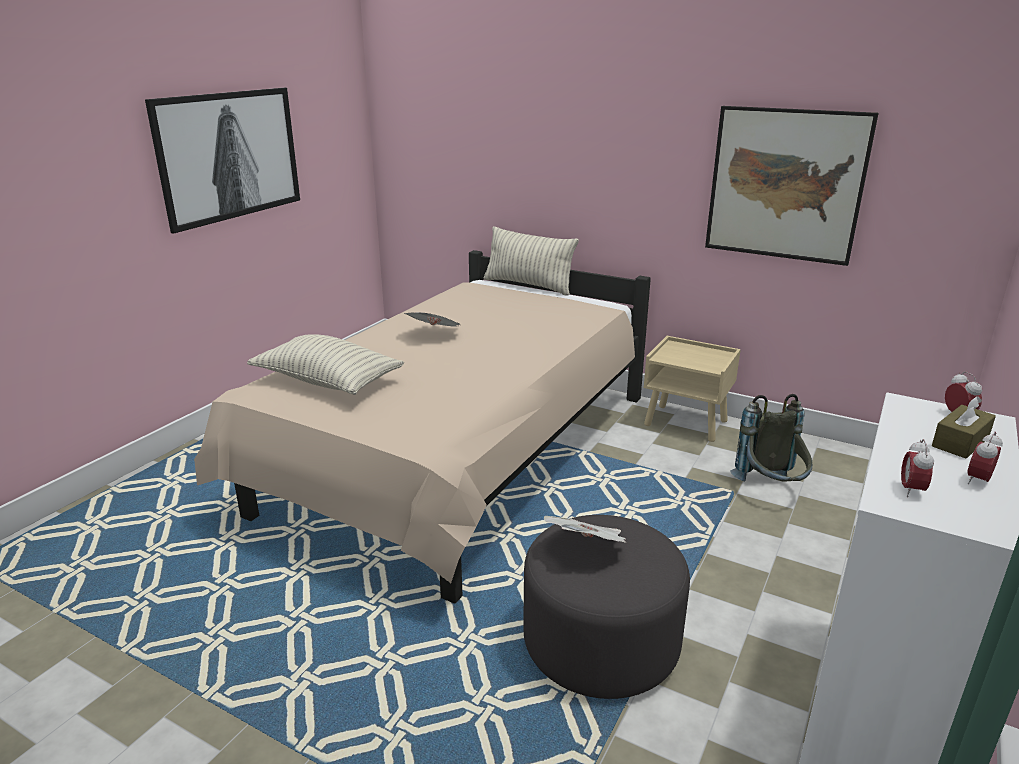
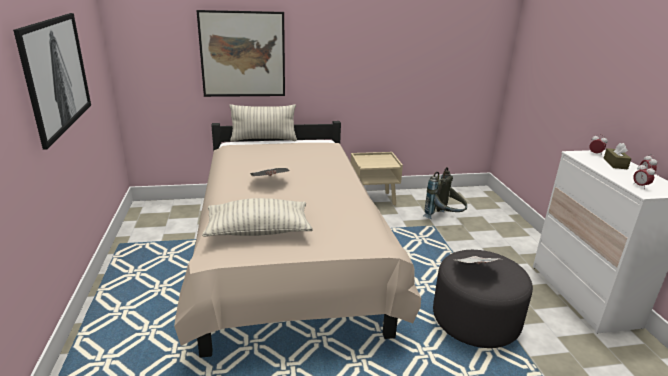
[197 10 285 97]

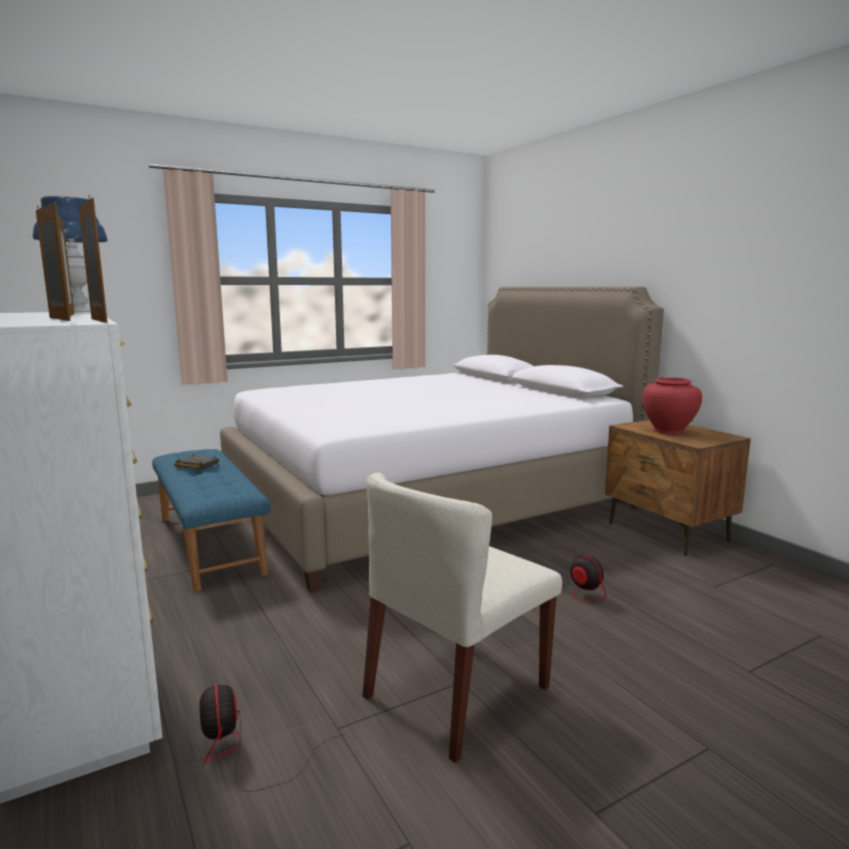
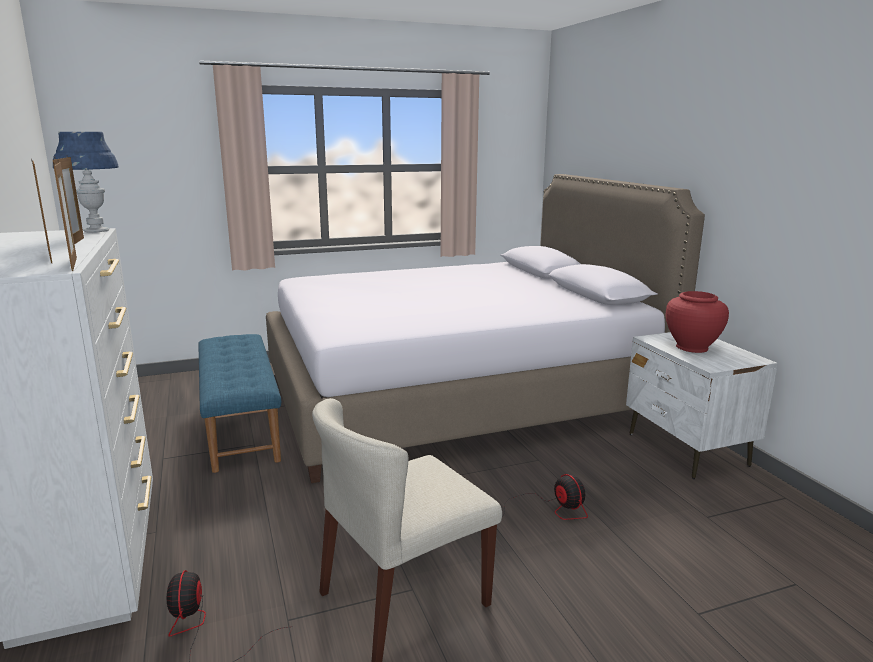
[626 332 778 479]
[174 454 219 470] (first image)

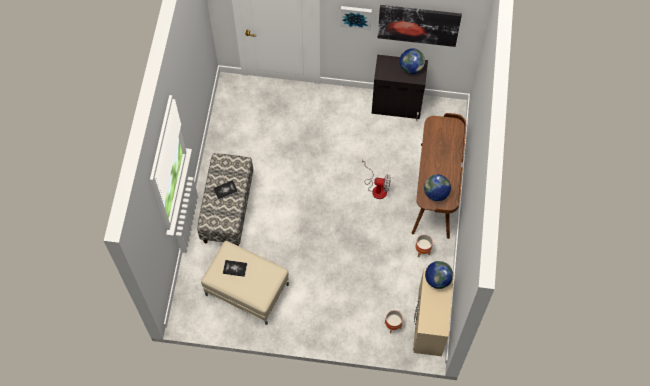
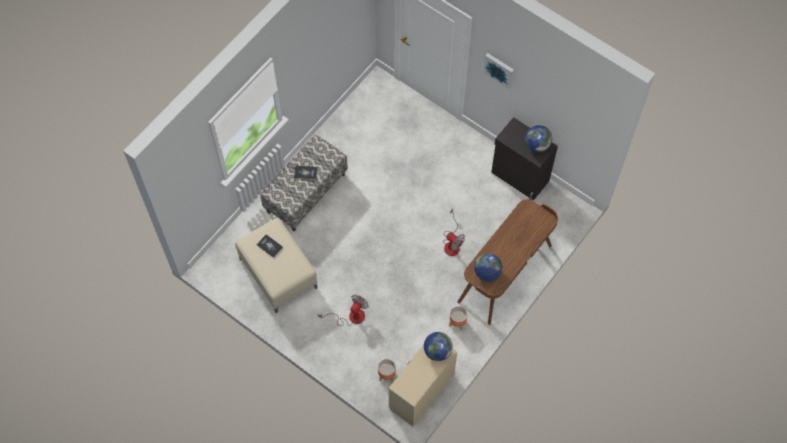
[318 295 369 326]
[377 5 462 47] (first image)

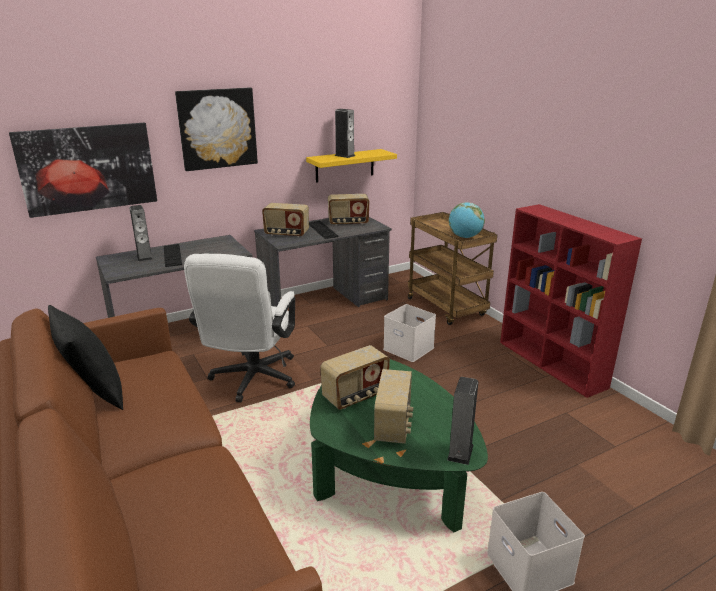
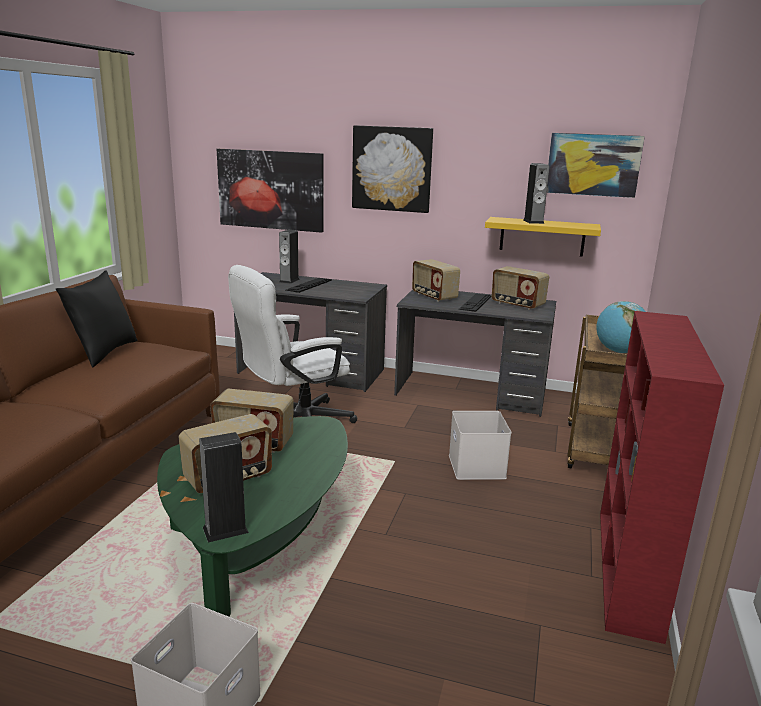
[547 133 645 198]

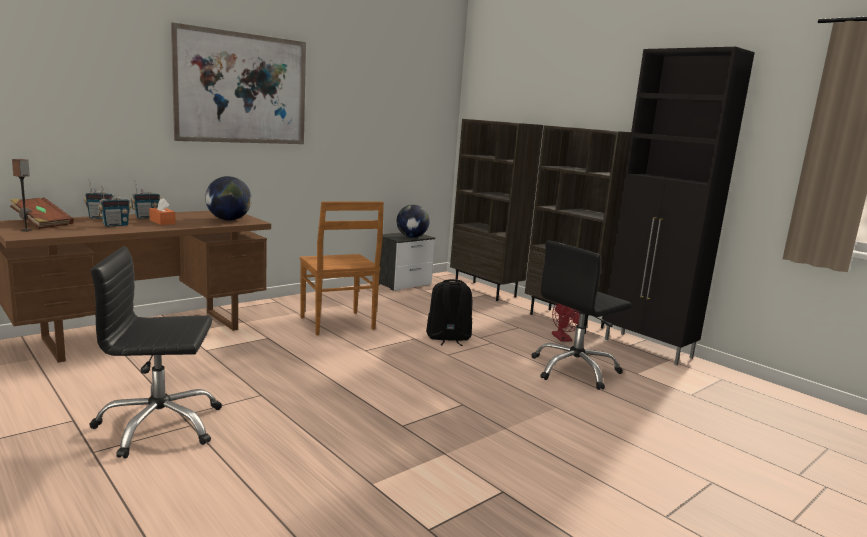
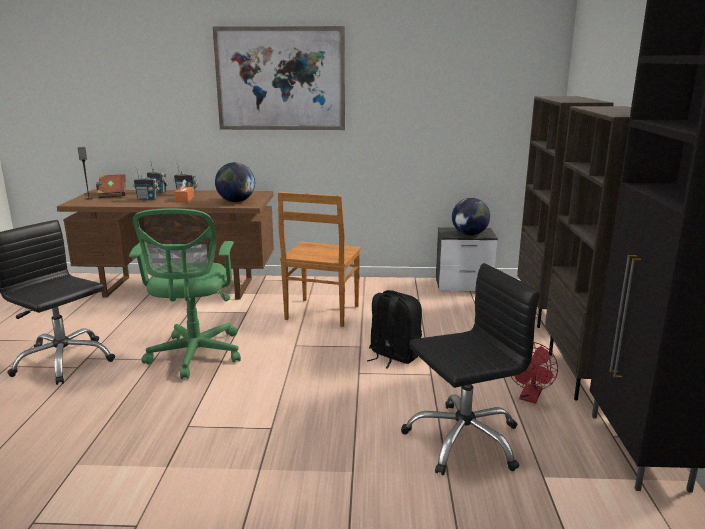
[129 208 241 379]
[401 263 540 475]

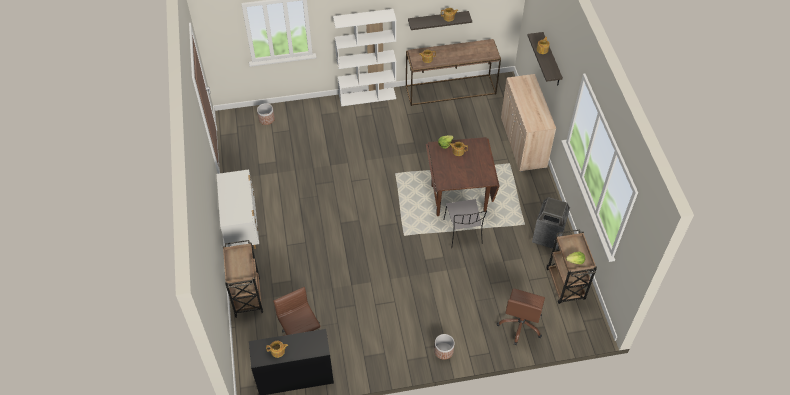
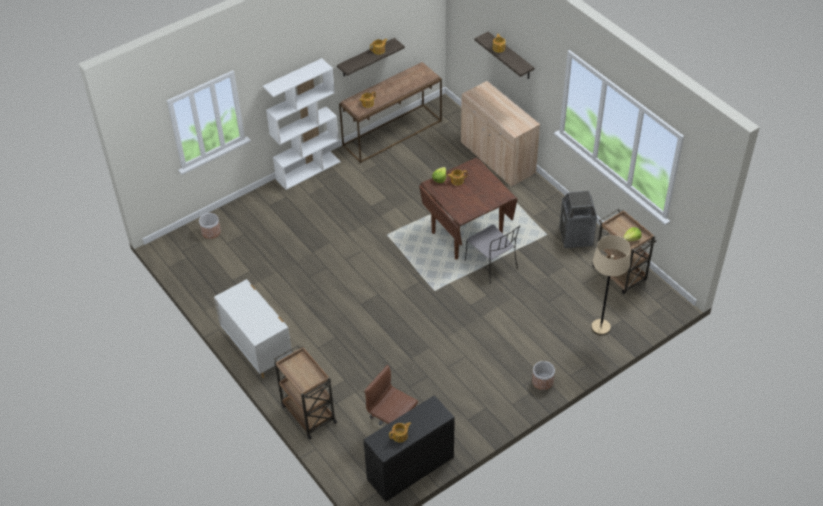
[591 235 630 336]

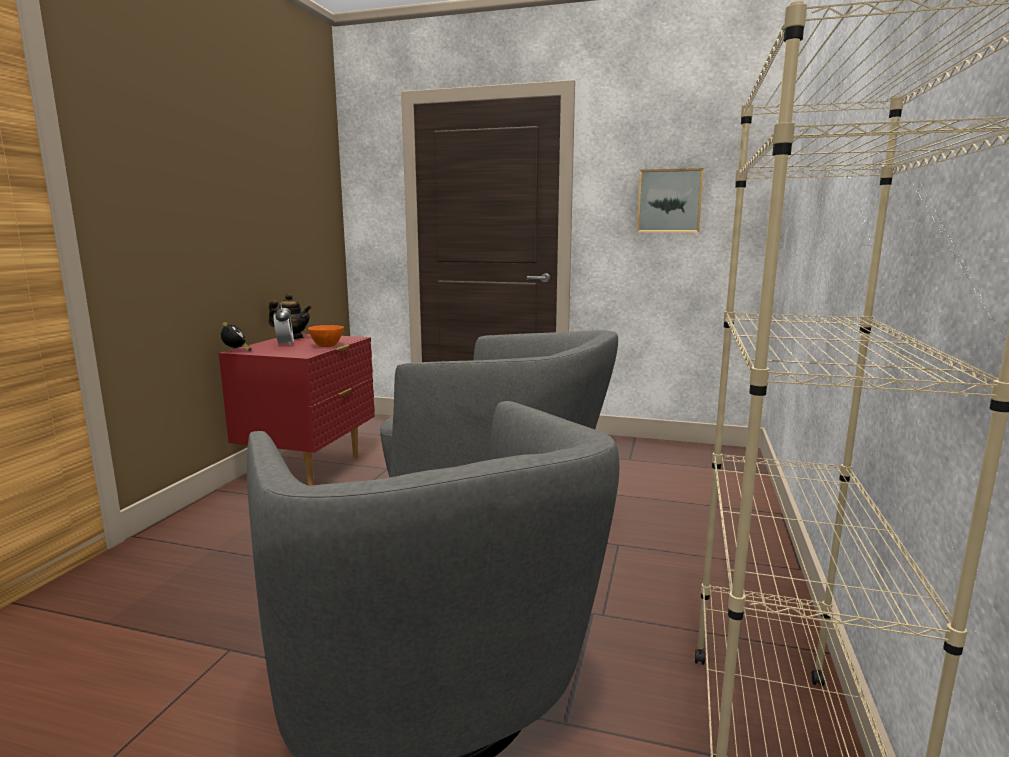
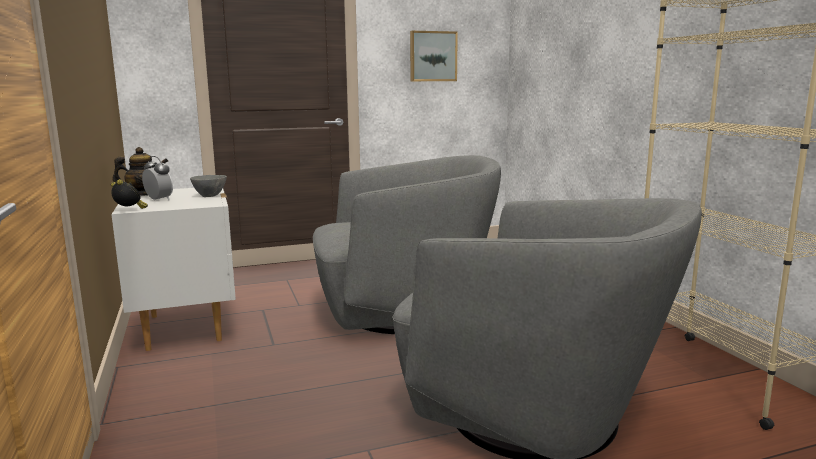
[111 188 236 351]
[190 175 227 197]

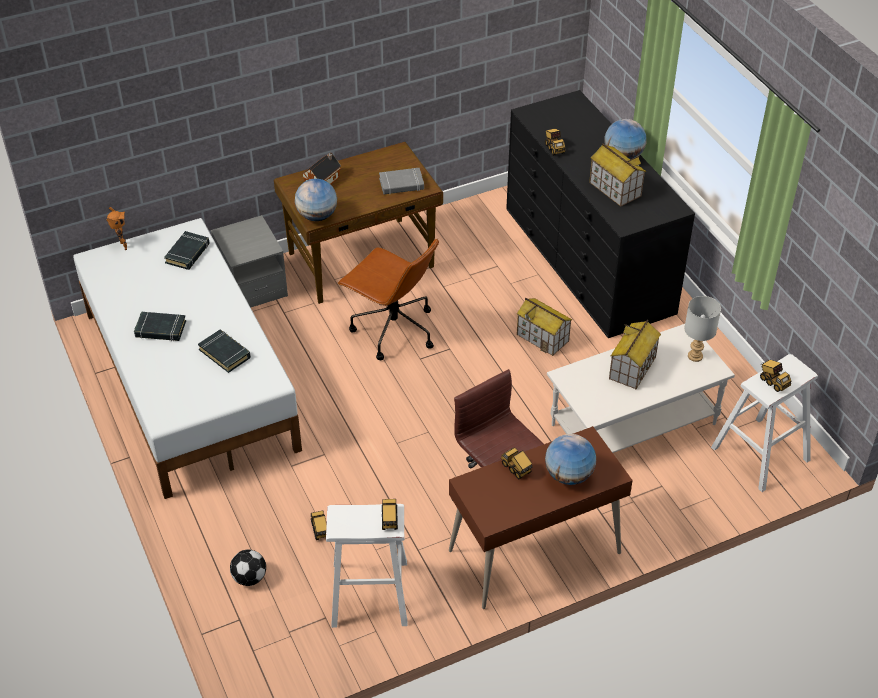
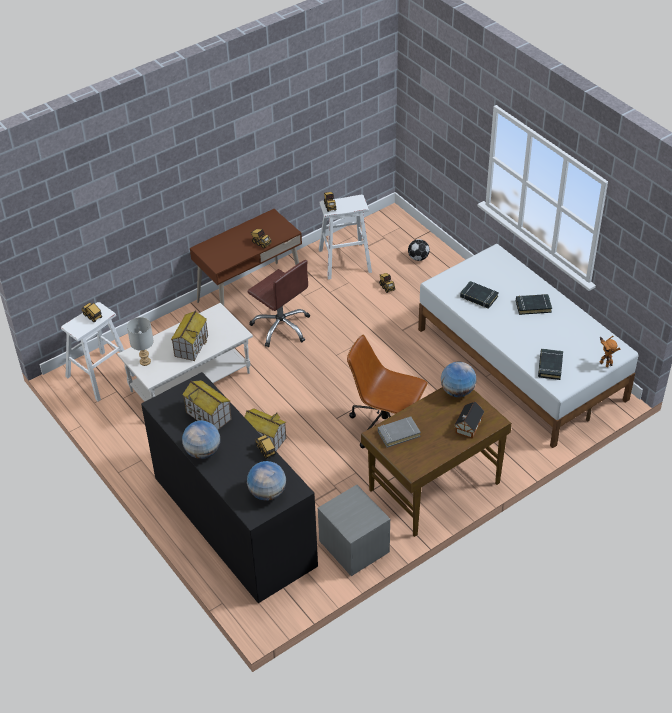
[247 461 286 501]
[318 485 390 576]

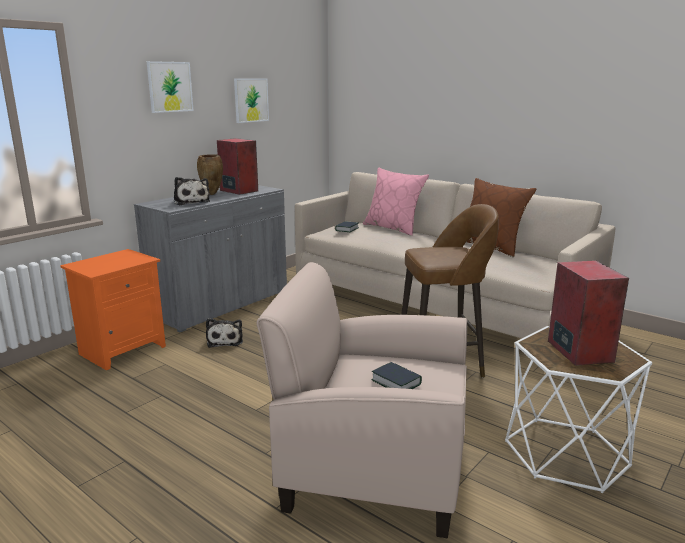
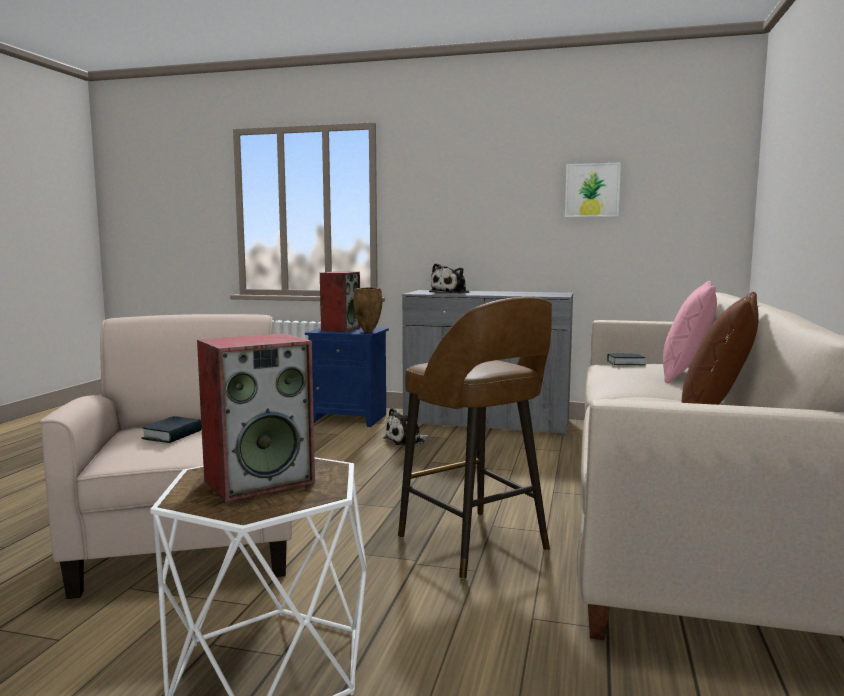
[305 328 389 427]
[320 271 361 332]
[353 287 383 333]
[147 61 194 113] (first image)

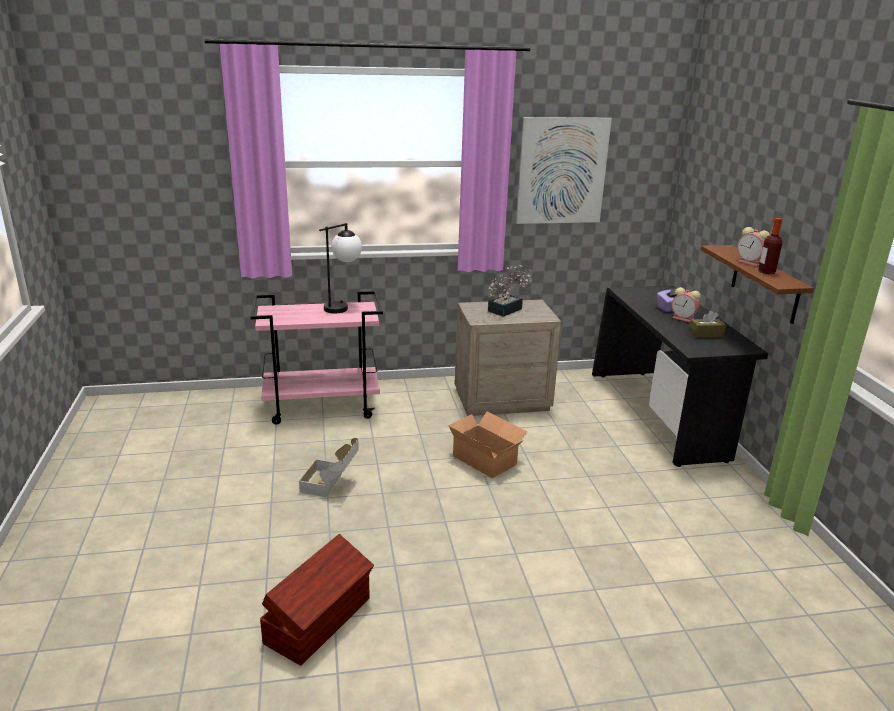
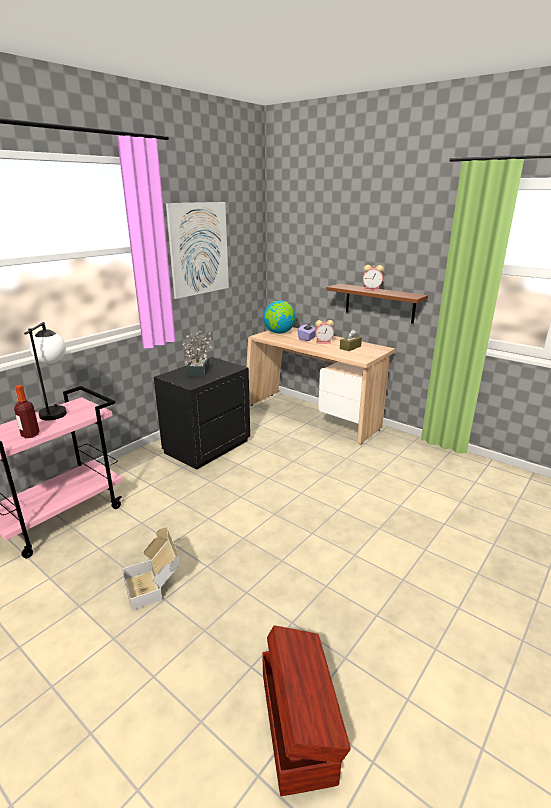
[14 385 40 438]
[154 357 250 469]
[246 327 395 444]
[263 300 296 334]
[448 412 527 478] (first image)

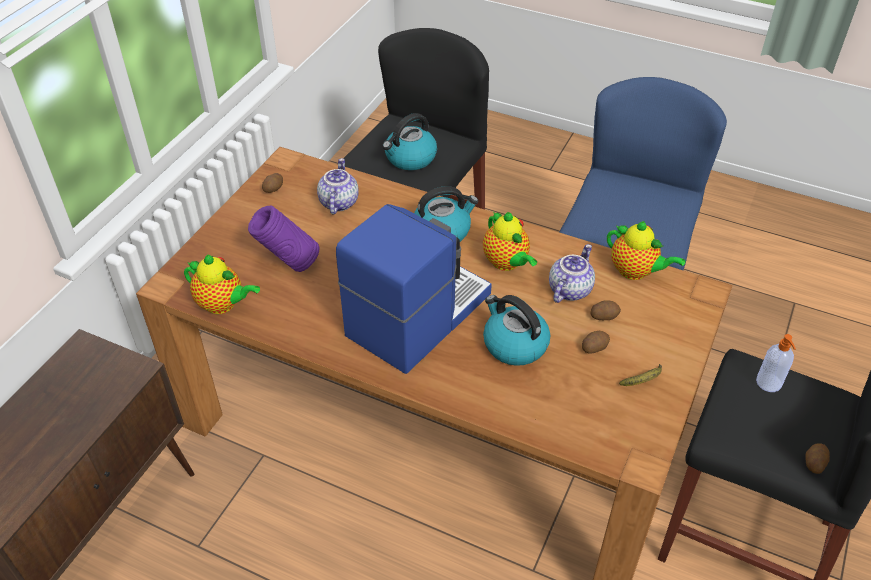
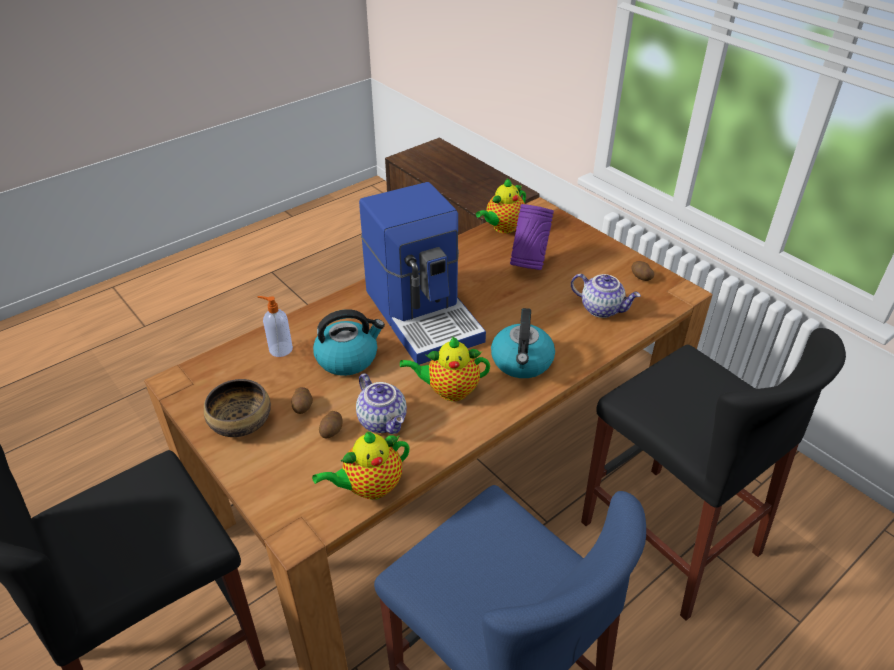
[204 379 271 437]
[258 296 293 357]
[382 113 437 170] (first image)
[805 443 830 474] (first image)

